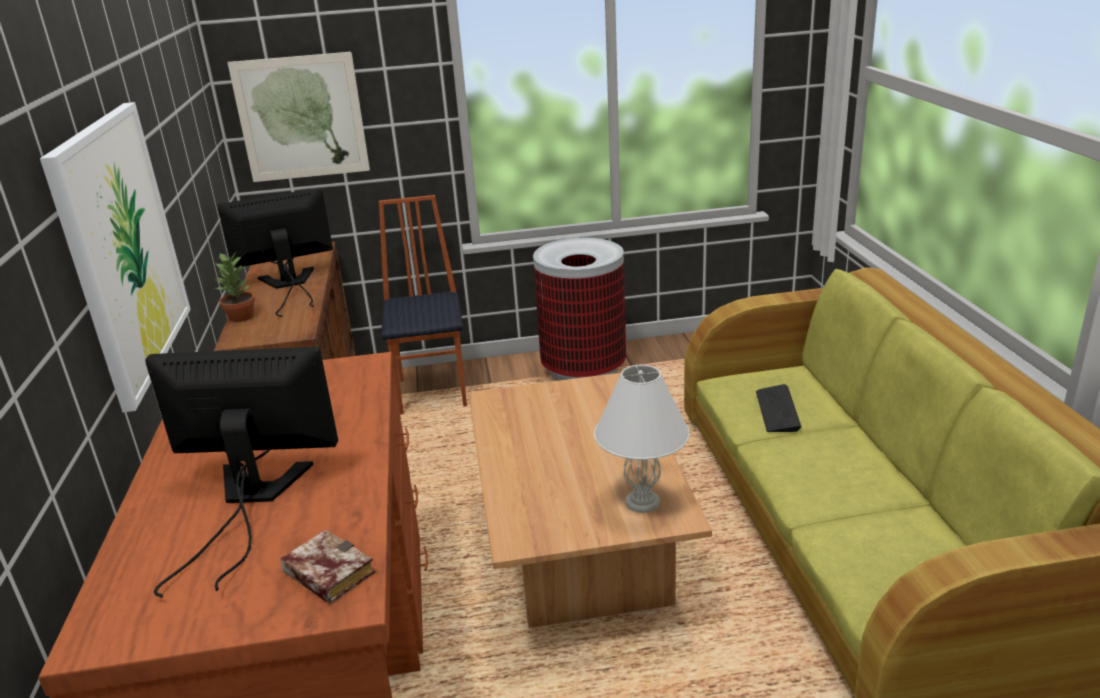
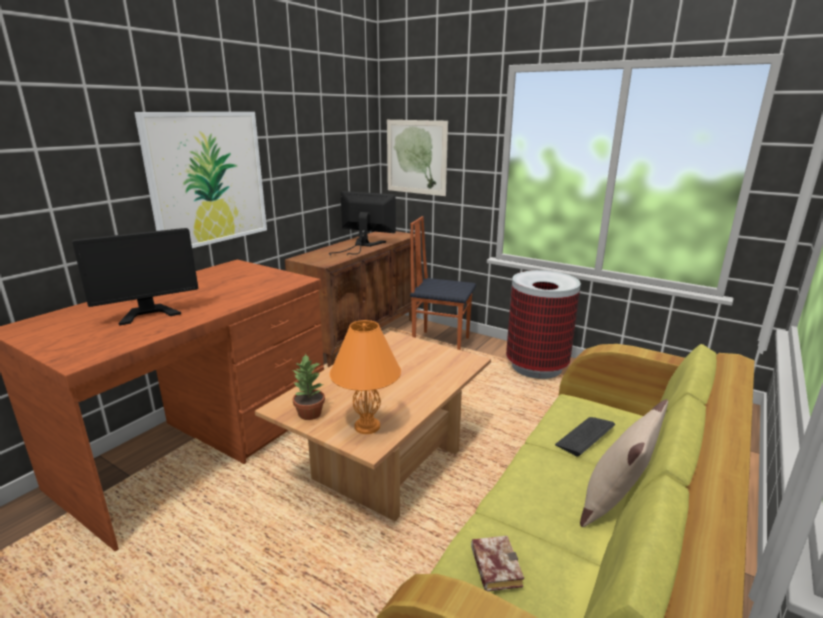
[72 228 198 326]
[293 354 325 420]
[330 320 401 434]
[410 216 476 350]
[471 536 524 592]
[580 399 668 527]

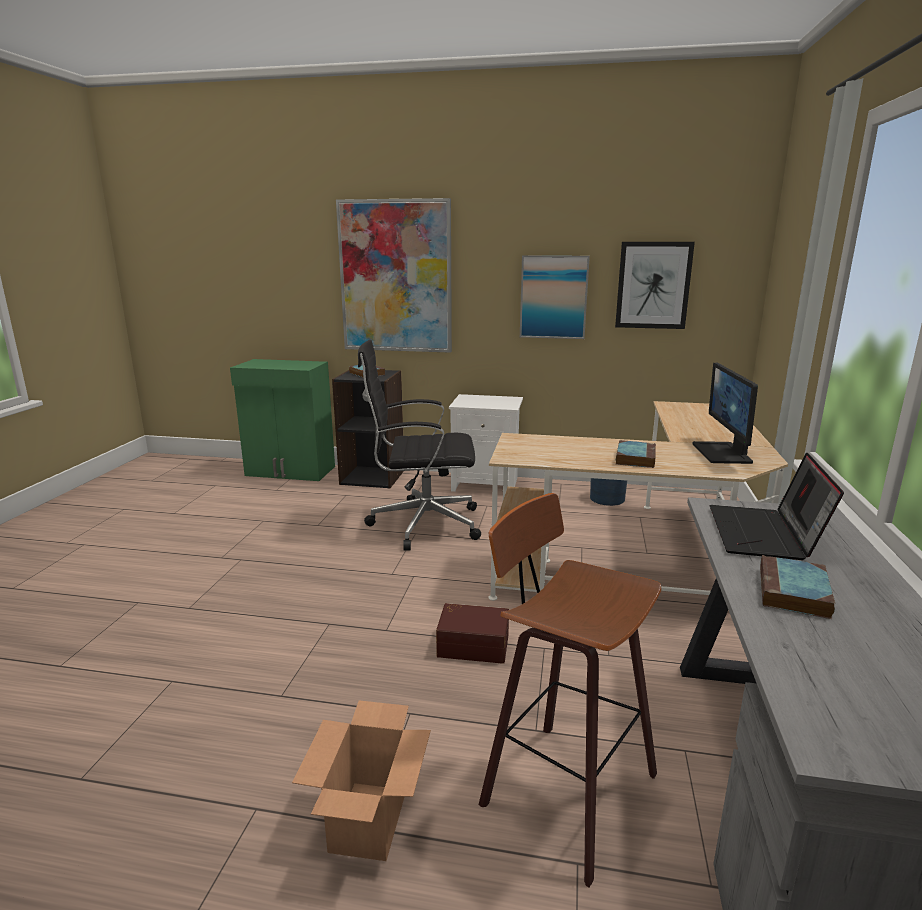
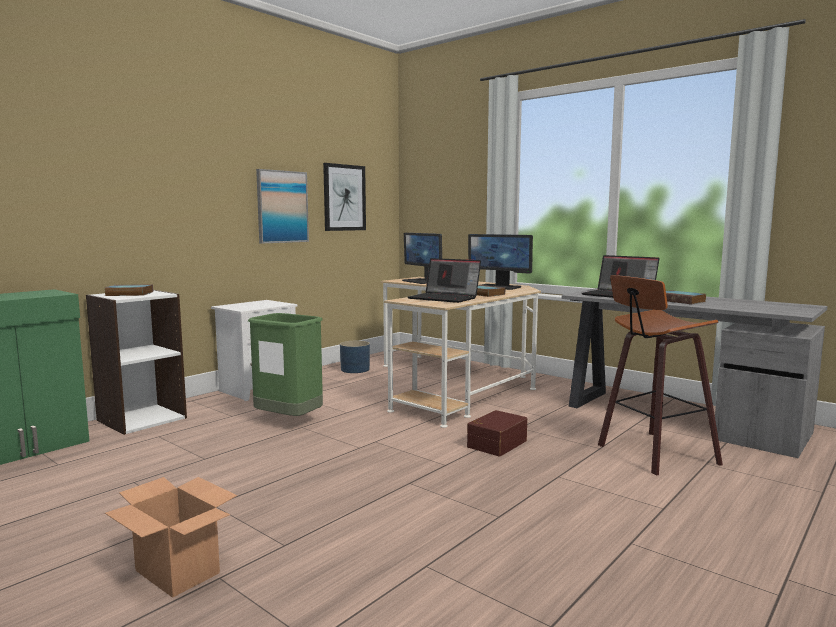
[86 290 187 435]
[105 477 237 598]
[248 313 323 416]
[402 233 442 284]
[408 258 481 303]
[336 198 452 353] (first image)

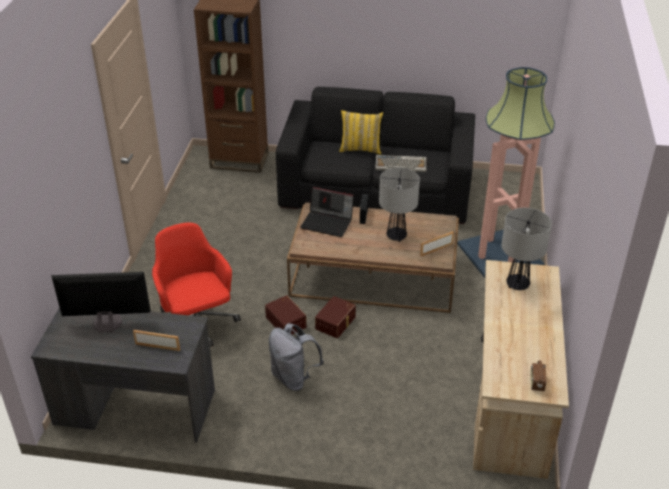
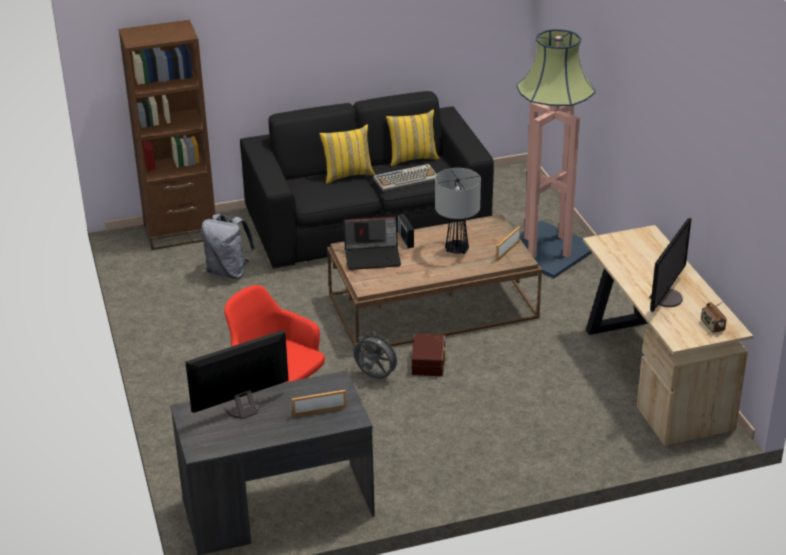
[201 214 255 279]
[353 332 401 379]
[386 109 439 166]
[649 218 692 313]
[501 208 552 290] (first image)

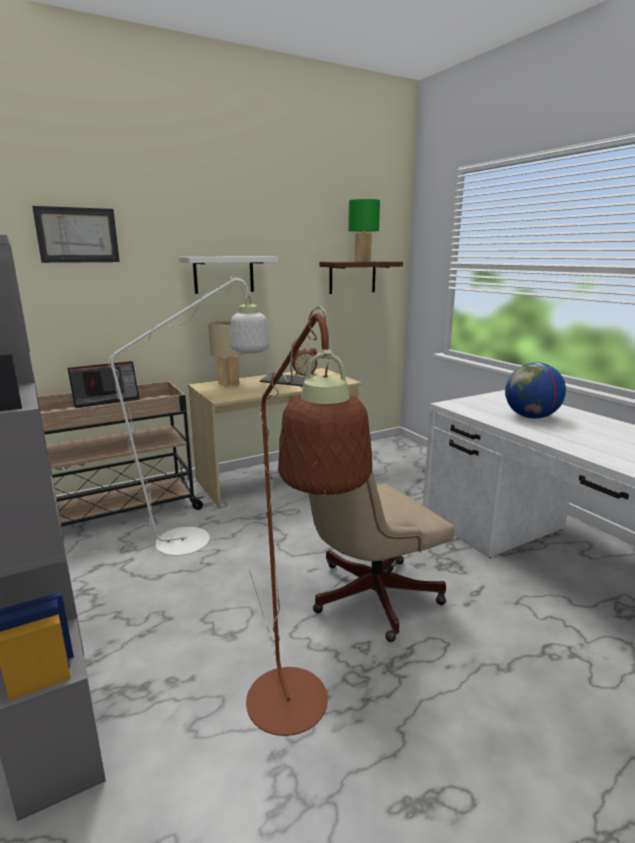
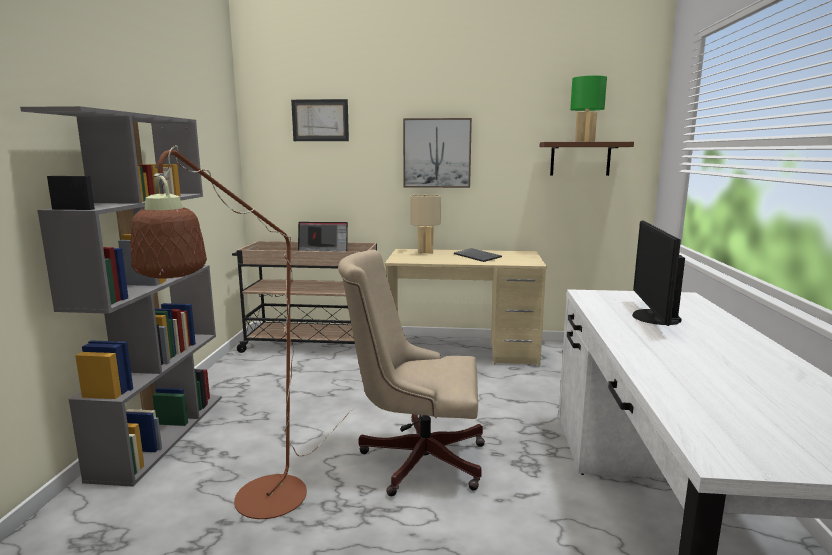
[403 118 472 188]
[632 220 685 326]
[67 276 270 556] (first image)
[292 348 317 376] (first image)

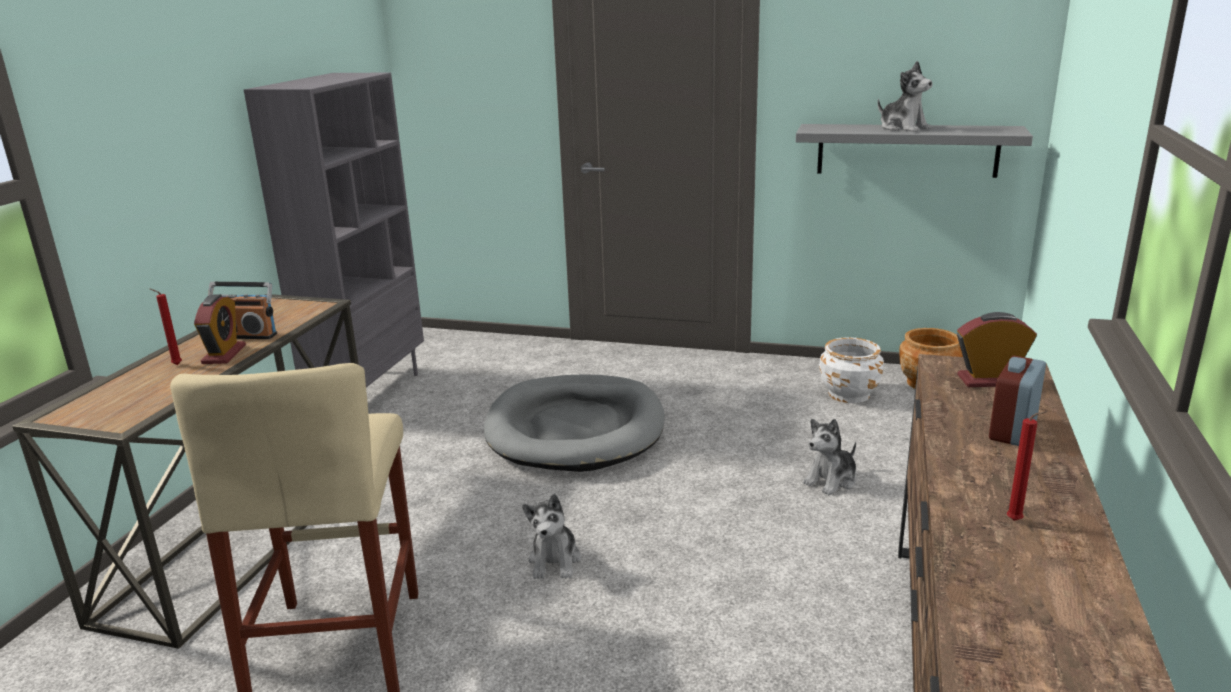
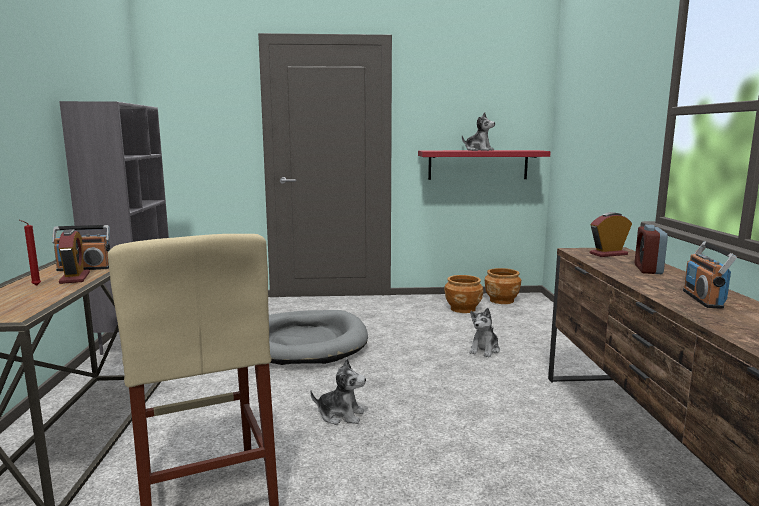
[310 359 366 425]
[418 150 551 180]
[444 275 483 313]
[683 241 737 309]

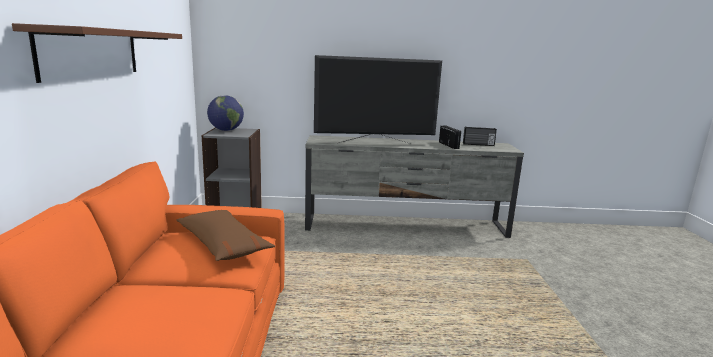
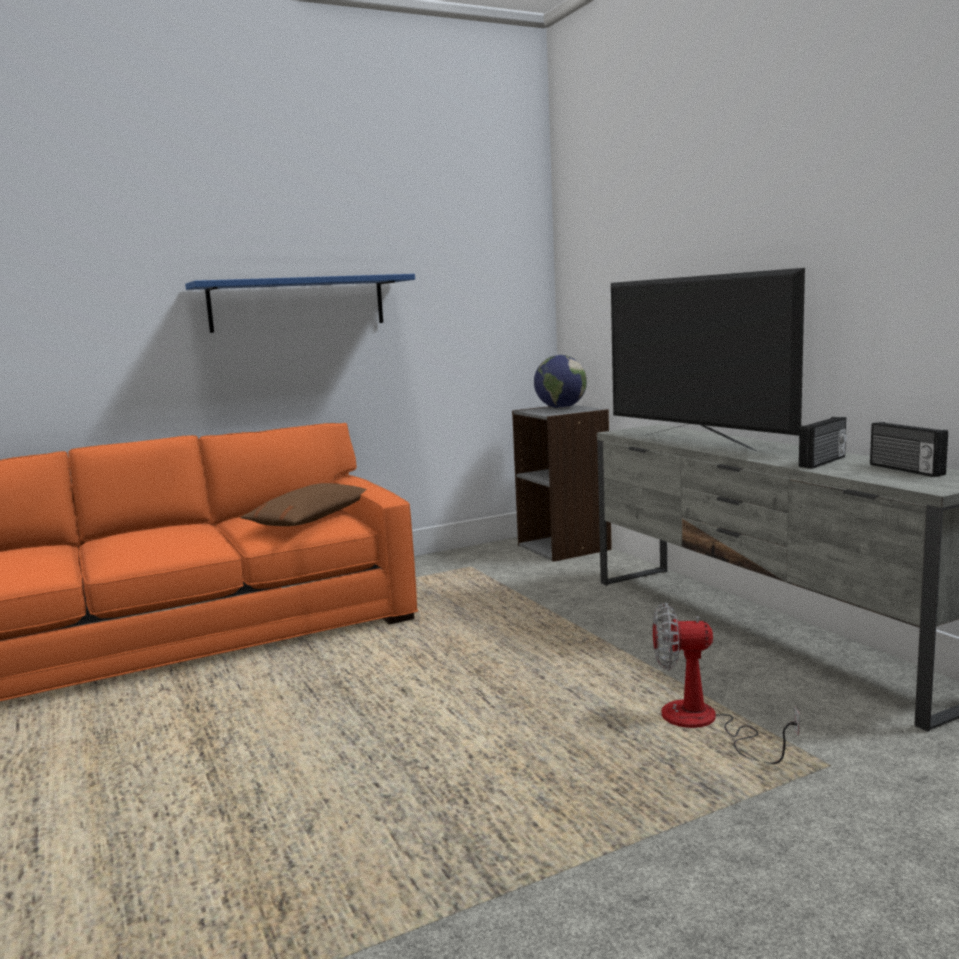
[185 274 415 333]
[653 602 800 764]

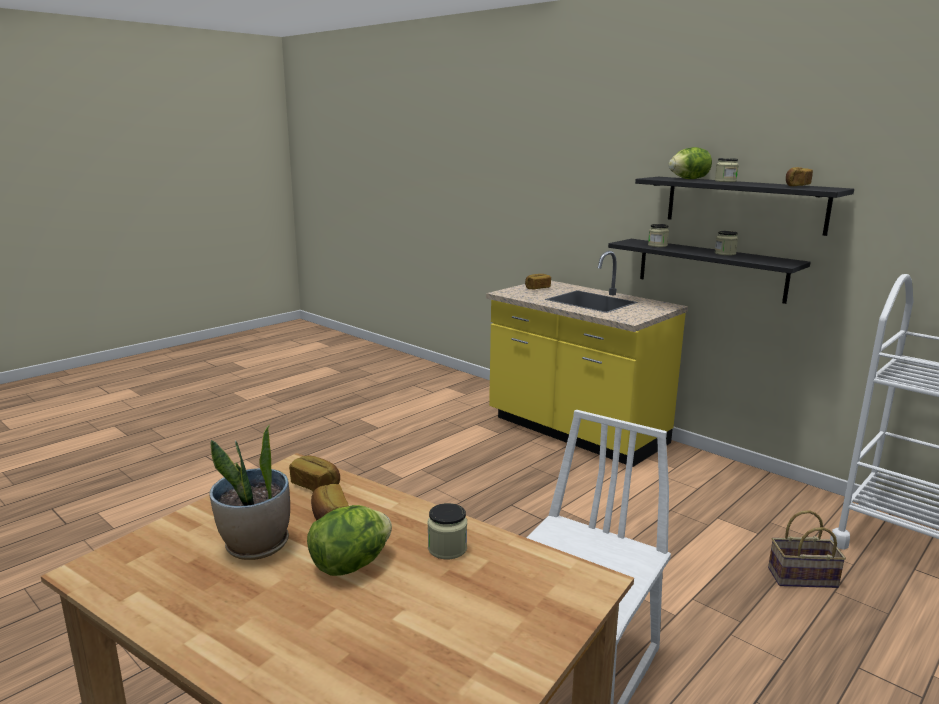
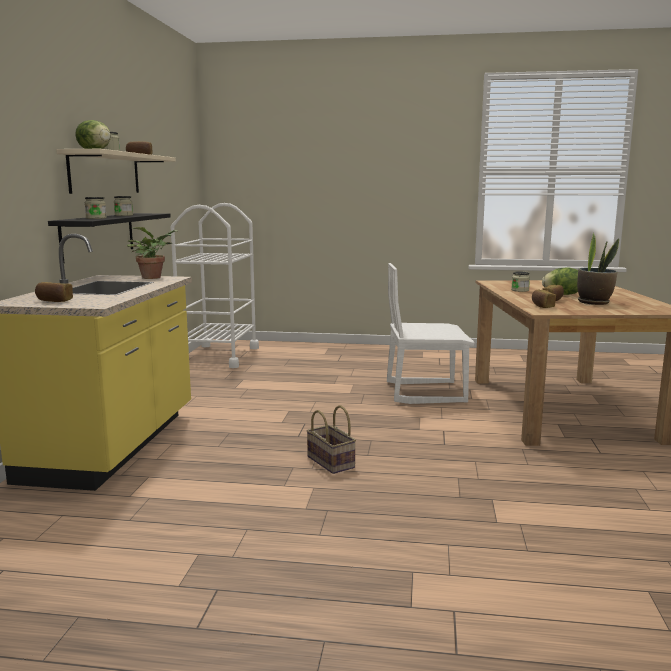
[56 149 176 194]
[127 227 179 279]
[306 405 356 474]

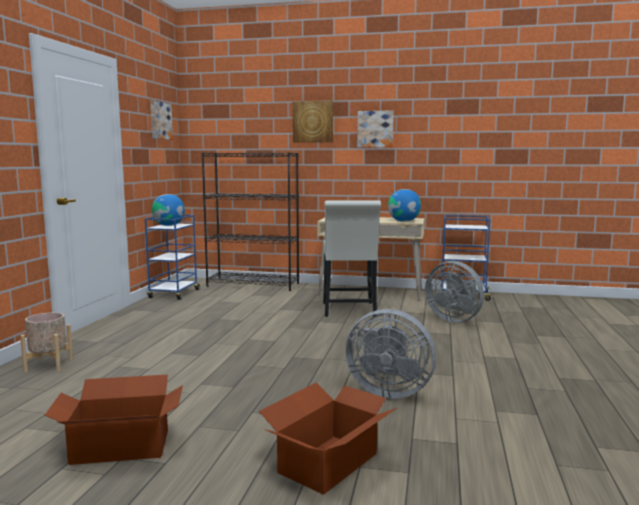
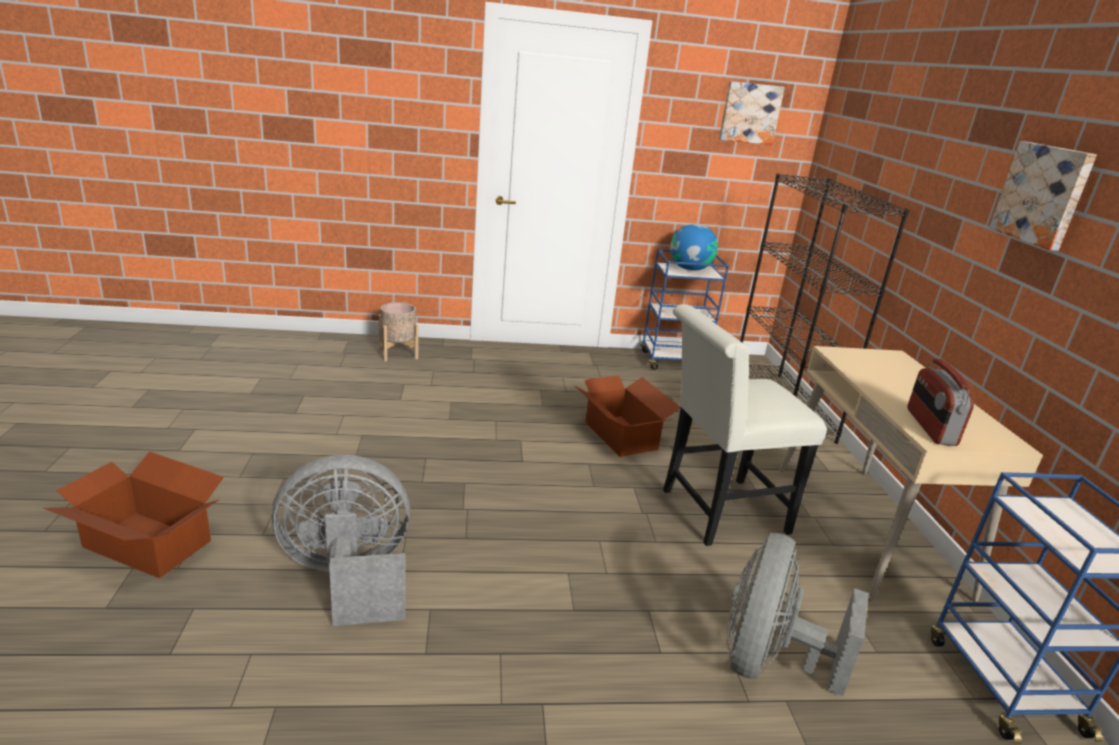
[272 455 411 626]
[575 375 681 457]
[907 358 974 446]
[293 101 333 143] (first image)

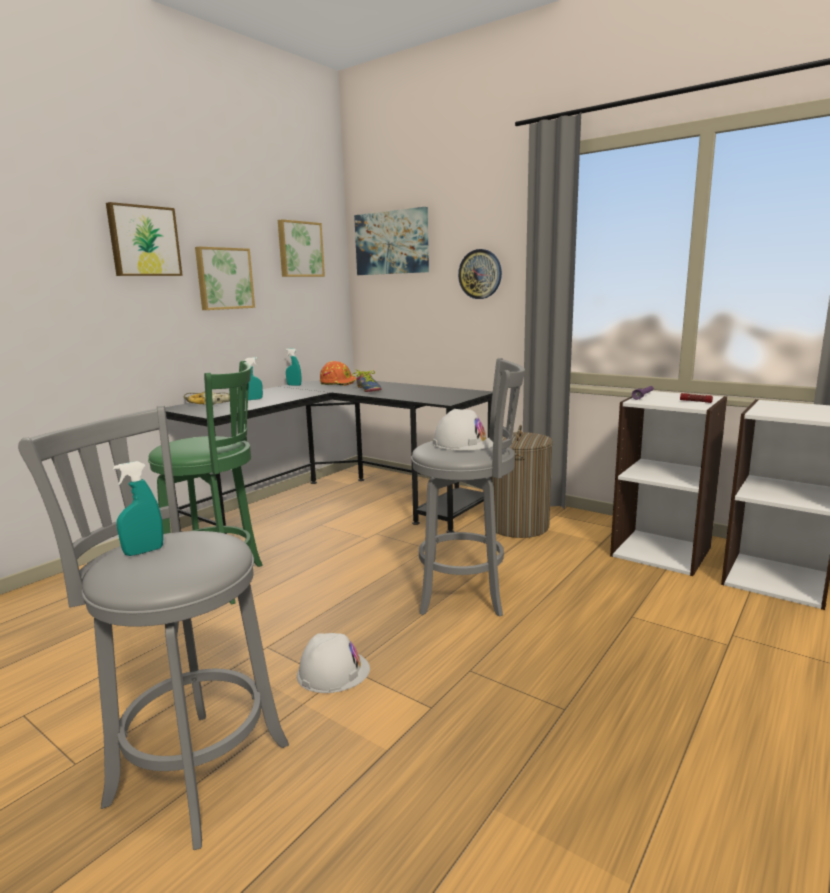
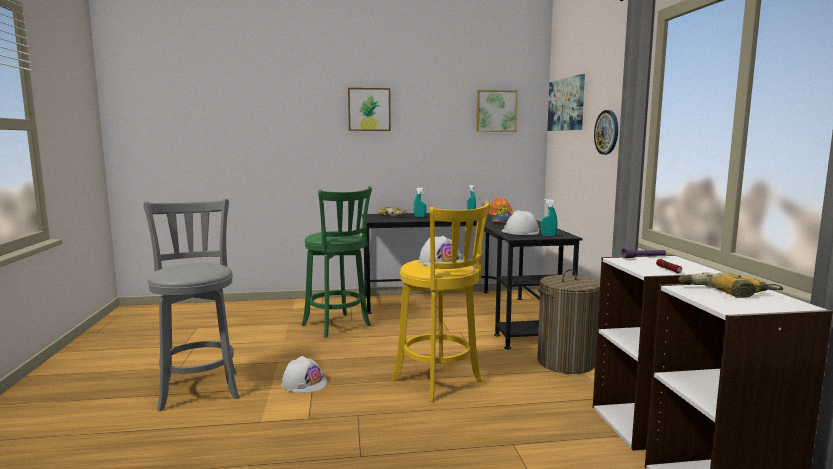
[392 201 490 402]
[502 210 540 235]
[541 199 557 236]
[678 273 783 298]
[195 246 255 310] (first image)

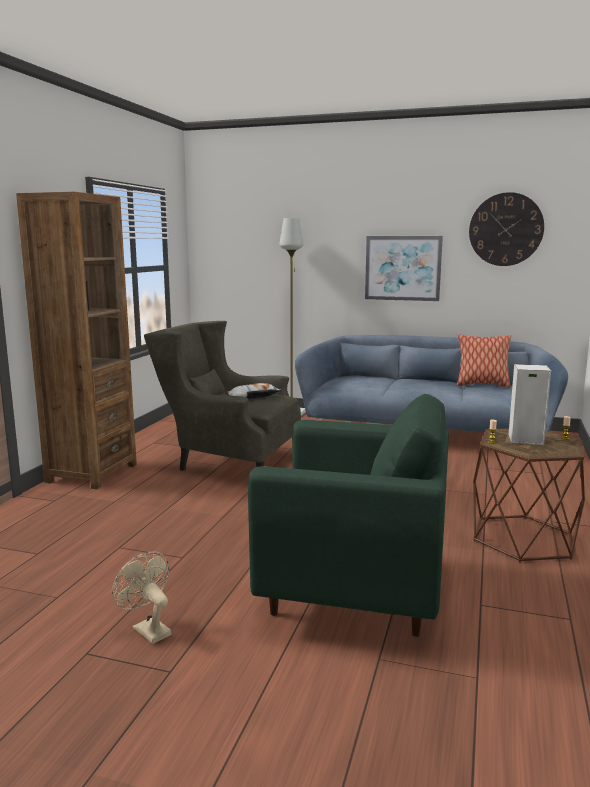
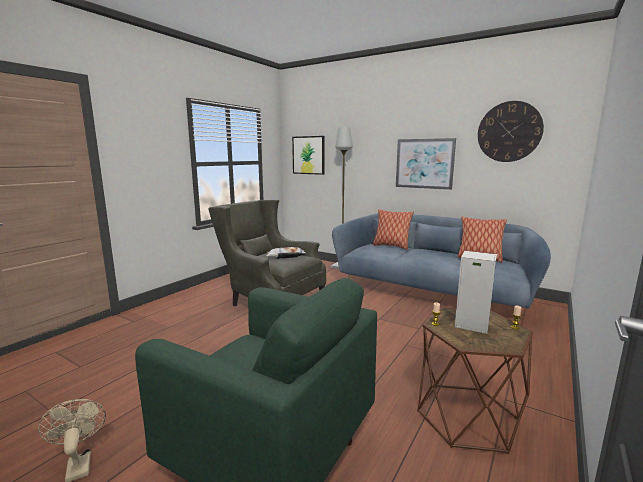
[292 136 324 175]
[373 209 414 250]
[16 192 137 490] (first image)

